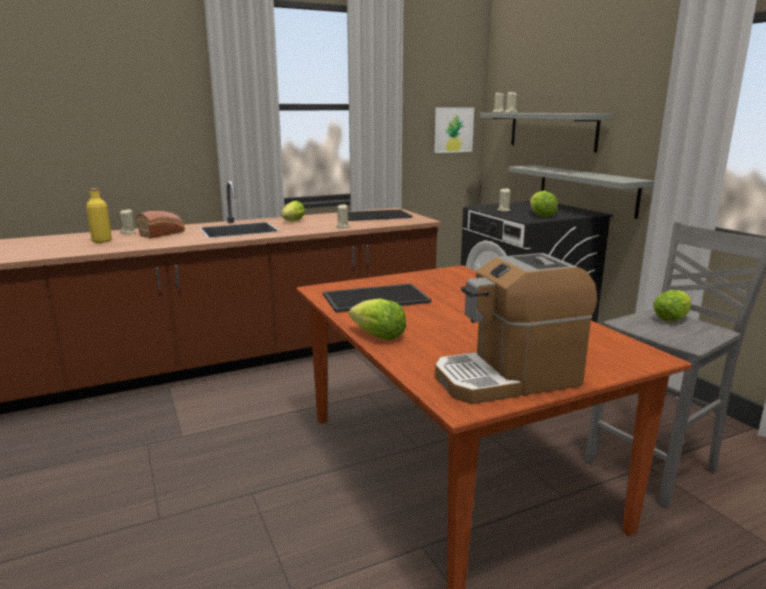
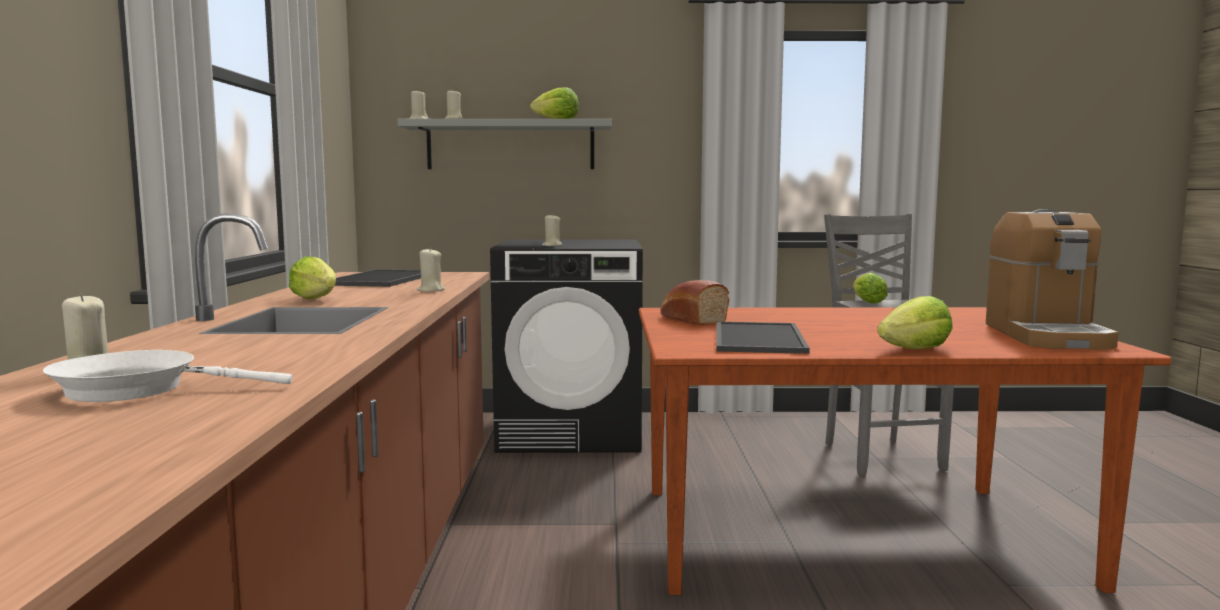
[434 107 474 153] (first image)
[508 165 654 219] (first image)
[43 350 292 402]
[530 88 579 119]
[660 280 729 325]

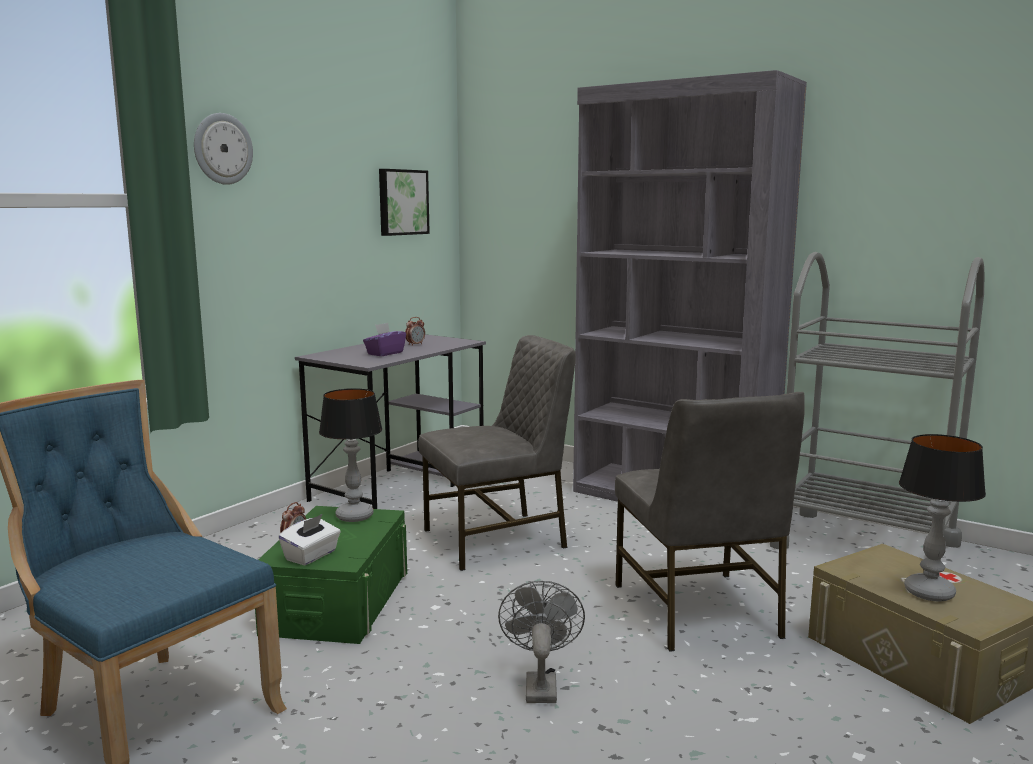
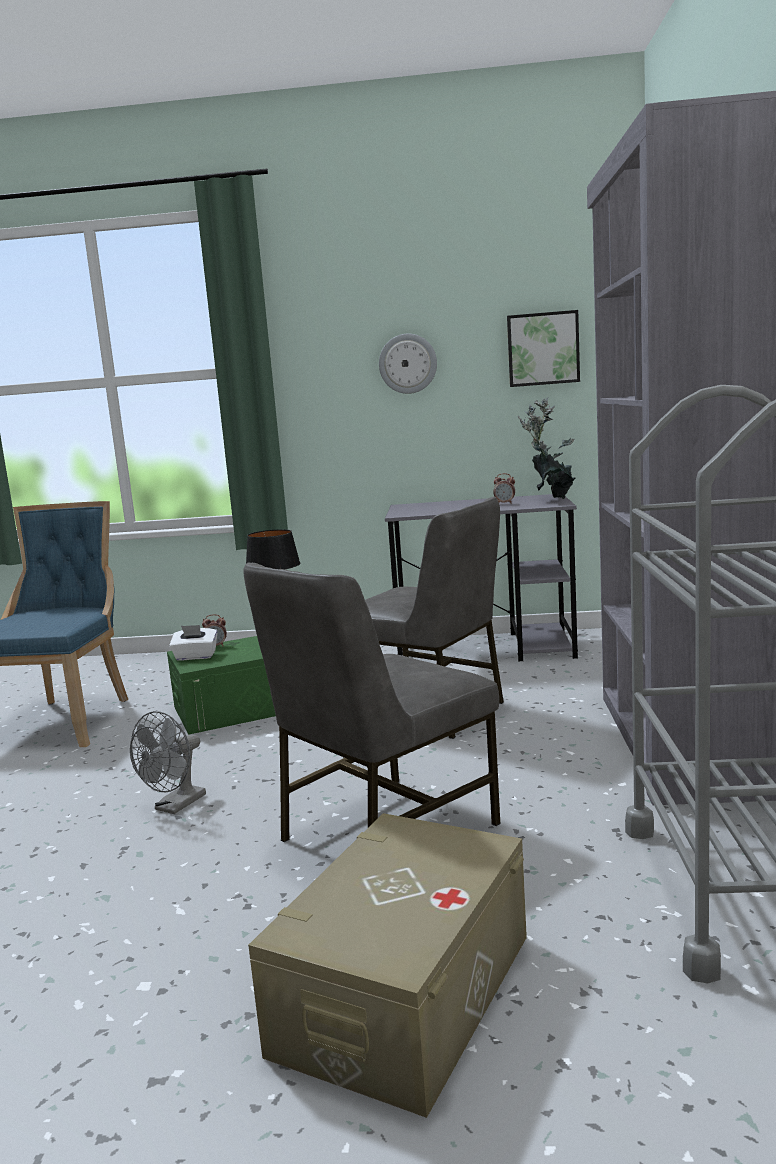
[379 334 437 394]
[363 323 406 356] (first image)
[899 434 986 602] (first image)
[130 711 206 814]
[518 397 575 499]

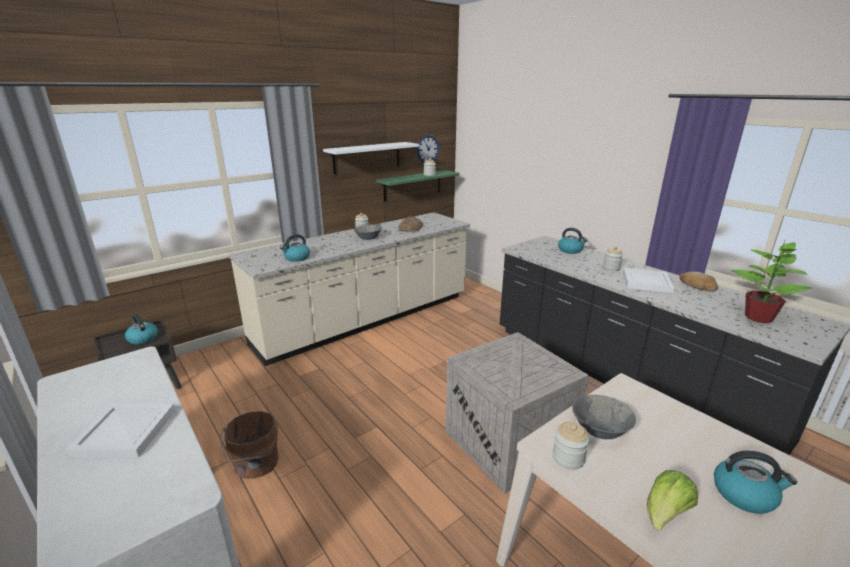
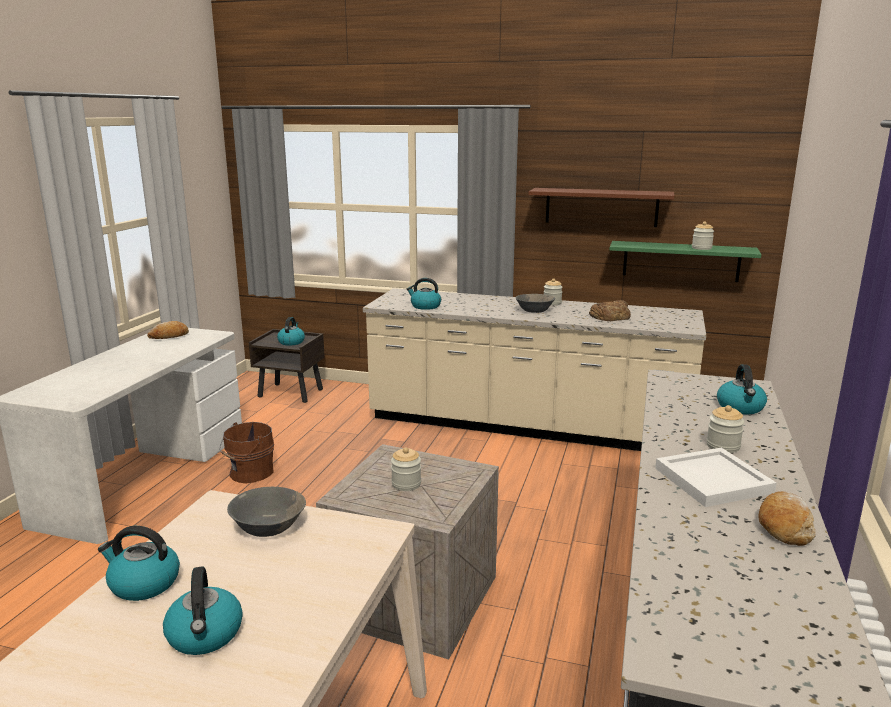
[417 135 439 163] (first image)
[528 188 674 227]
[731 241 812 324] (first image)
[66 404 175 458] (first image)
[391 447 421 491]
[98 526 180 601]
[147 321 189 339]

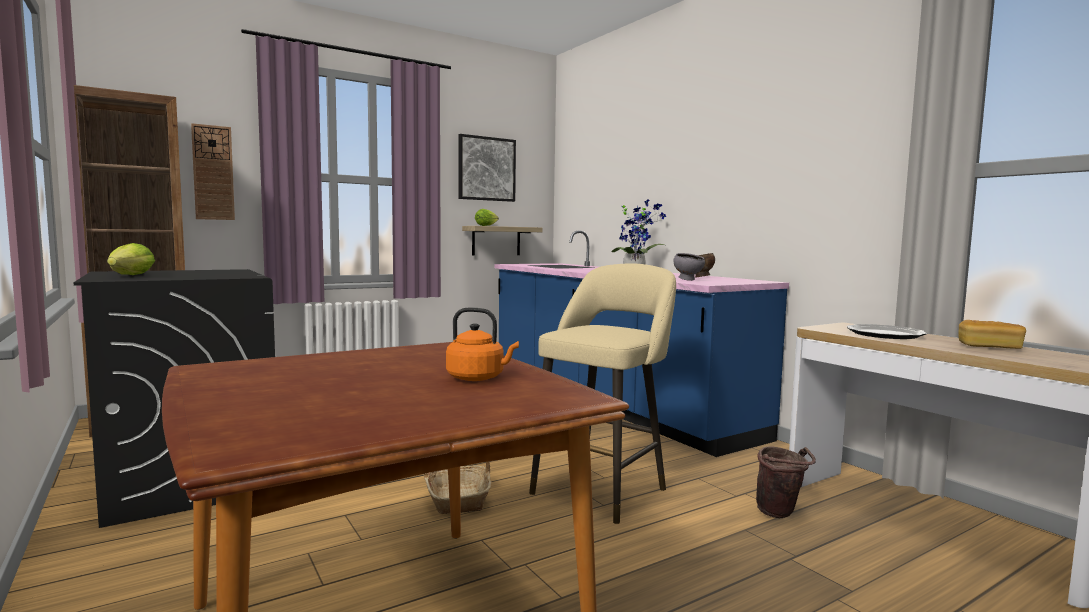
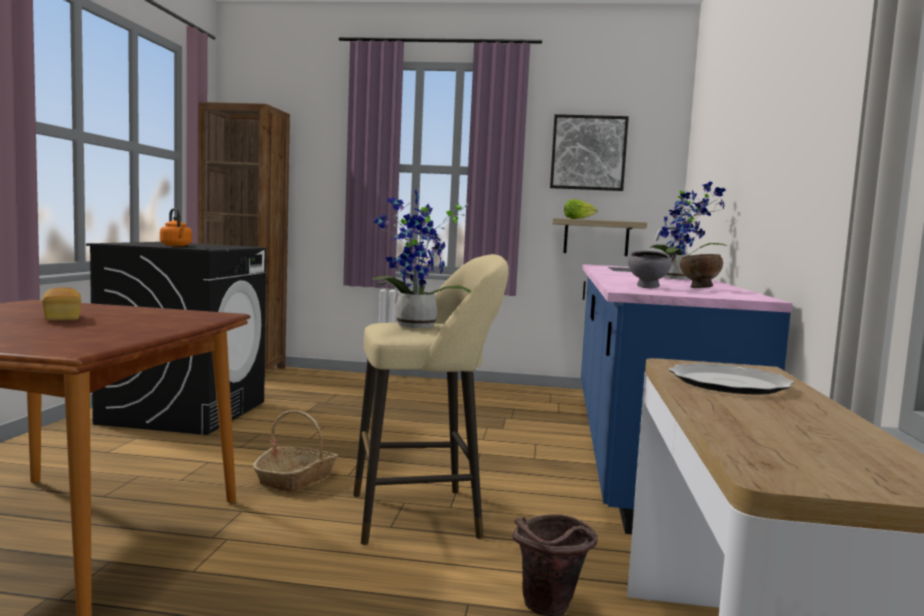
[191 123 235 220] (first image)
[107 243 155 275] (first image)
[160 208 192 246]
[42 287 81 320]
[372 190 471 328]

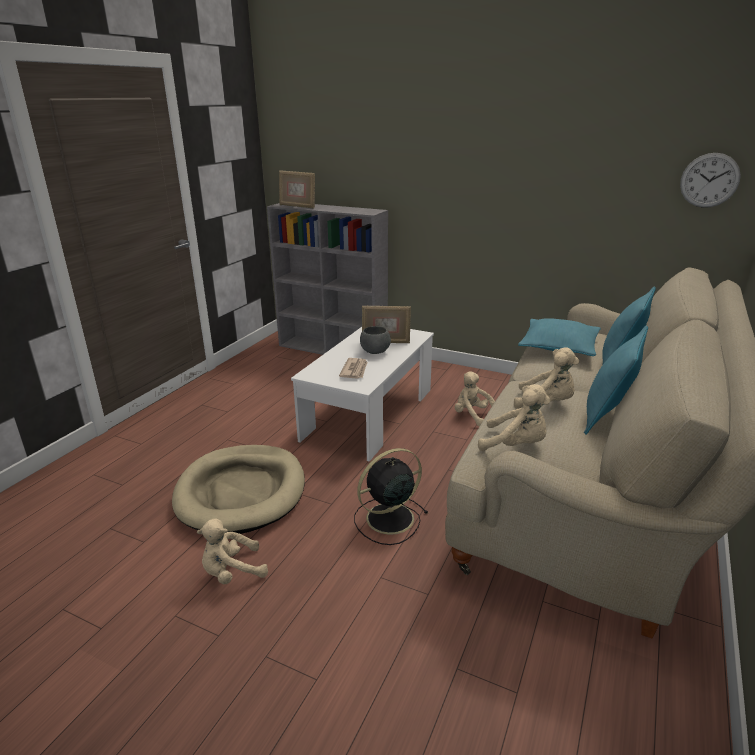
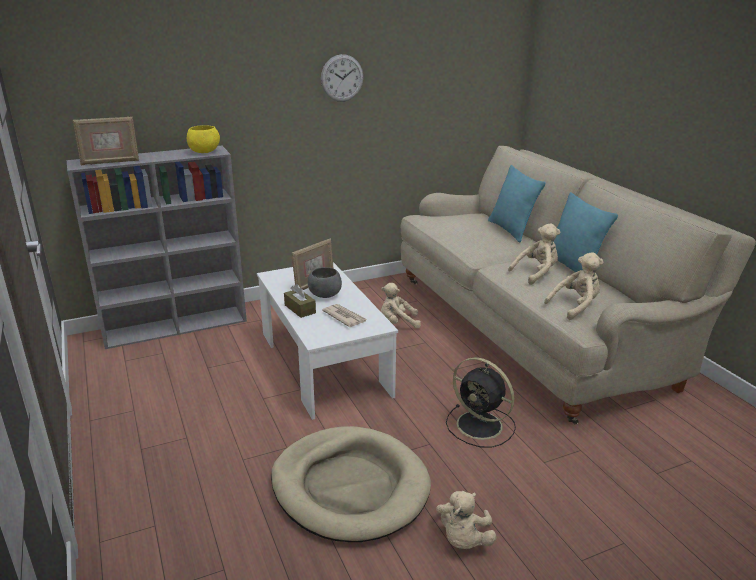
[321 54 363 102]
[518 318 601 356] (first image)
[446 357 516 448]
[187 125 220 153]
[284 284 316 318]

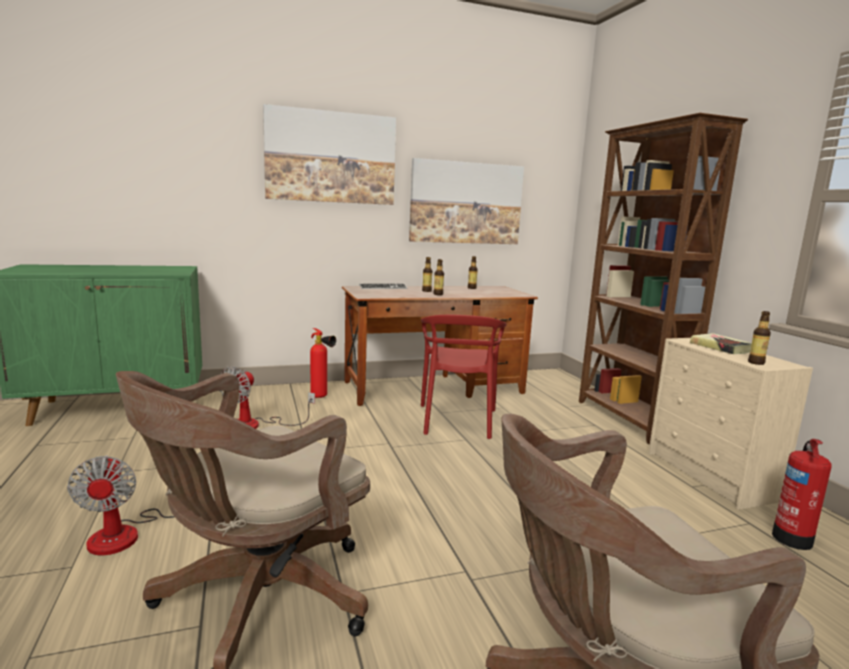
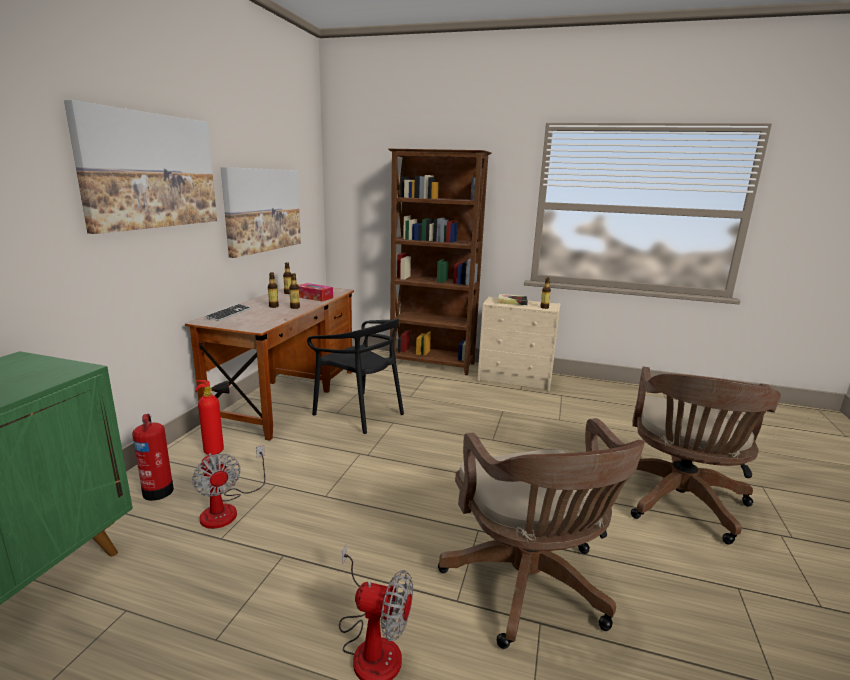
[307 319 404 434]
[132 414 174 501]
[298 283 333 302]

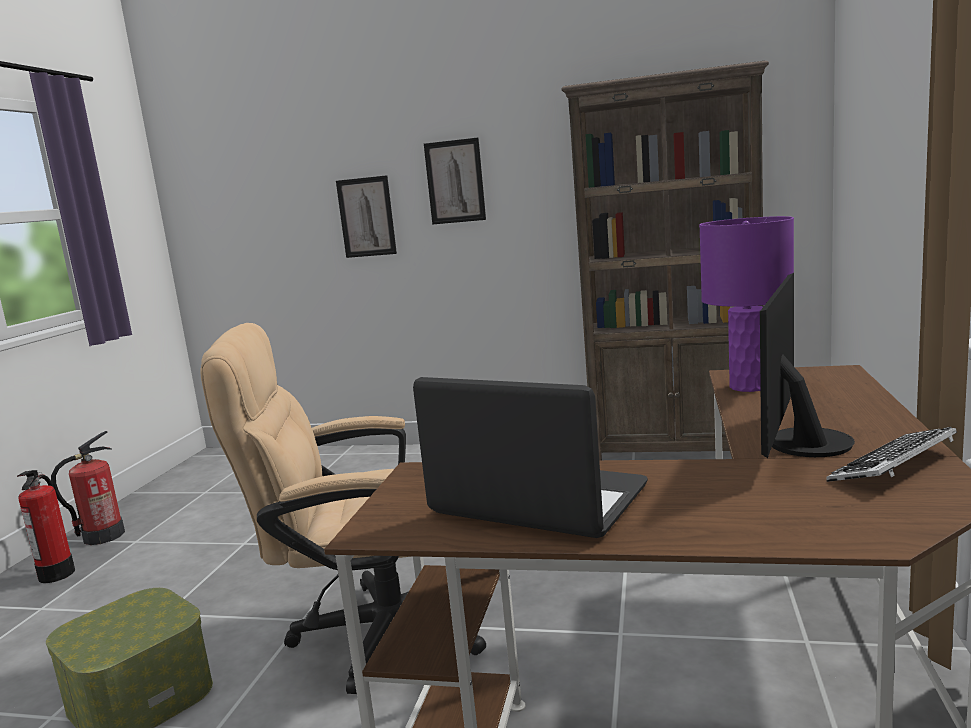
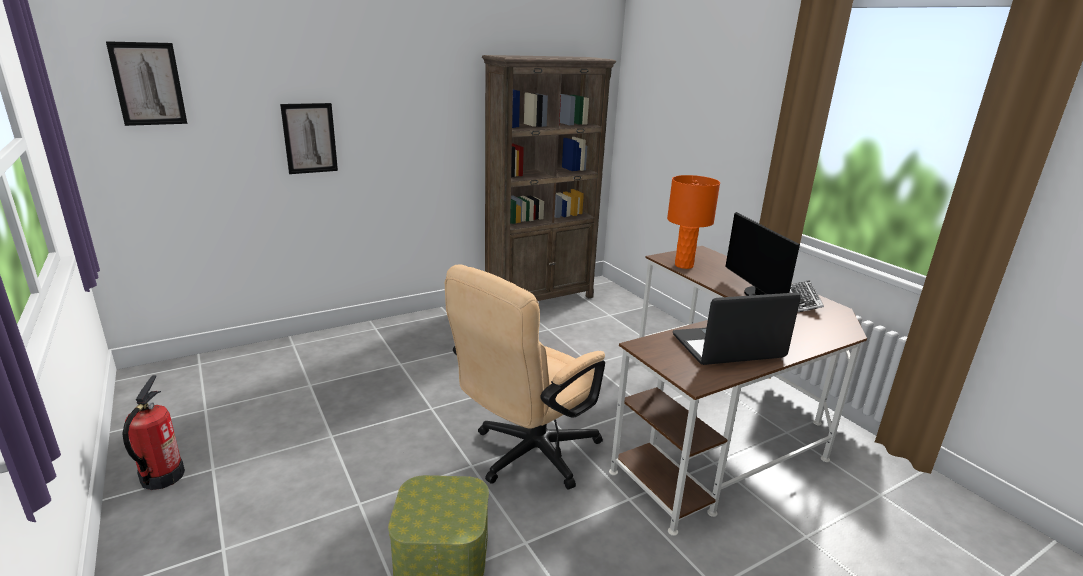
[106 41 187 126]
[667 175 720 269]
[17 470 75 583] (first image)

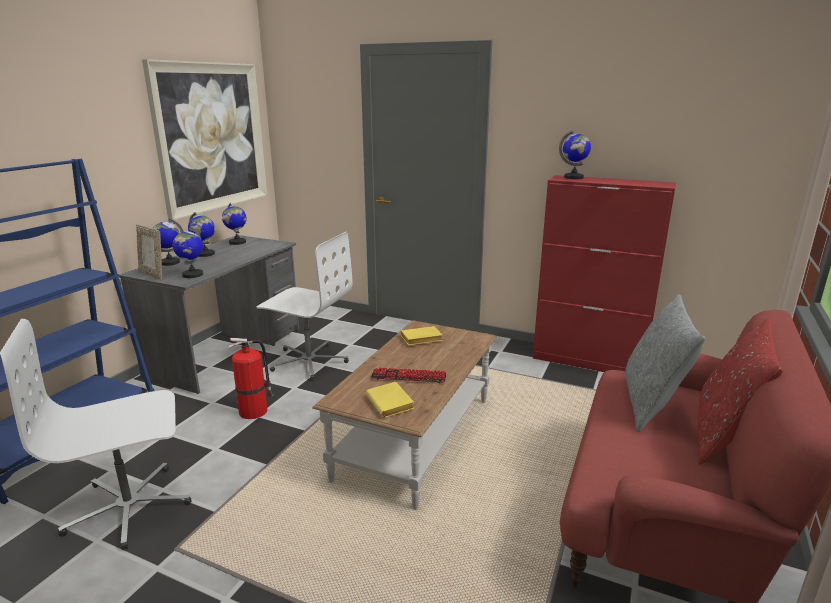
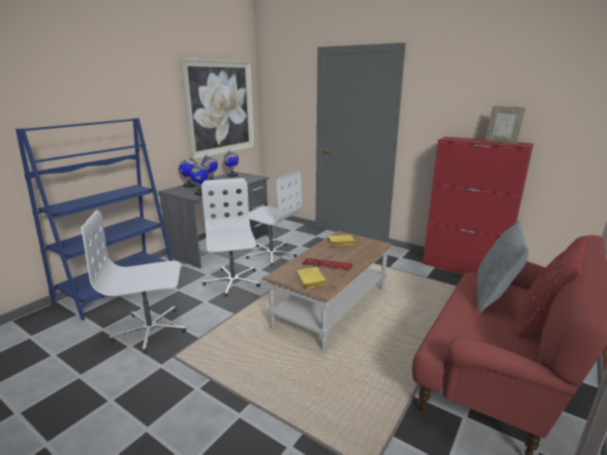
[559 130 591 179] (first image)
[485 106 526 144]
[202 178 260 297]

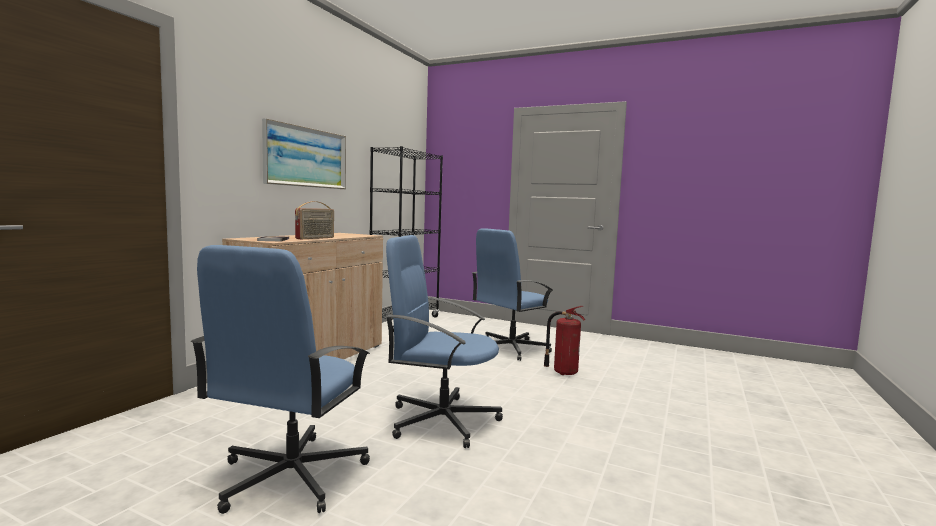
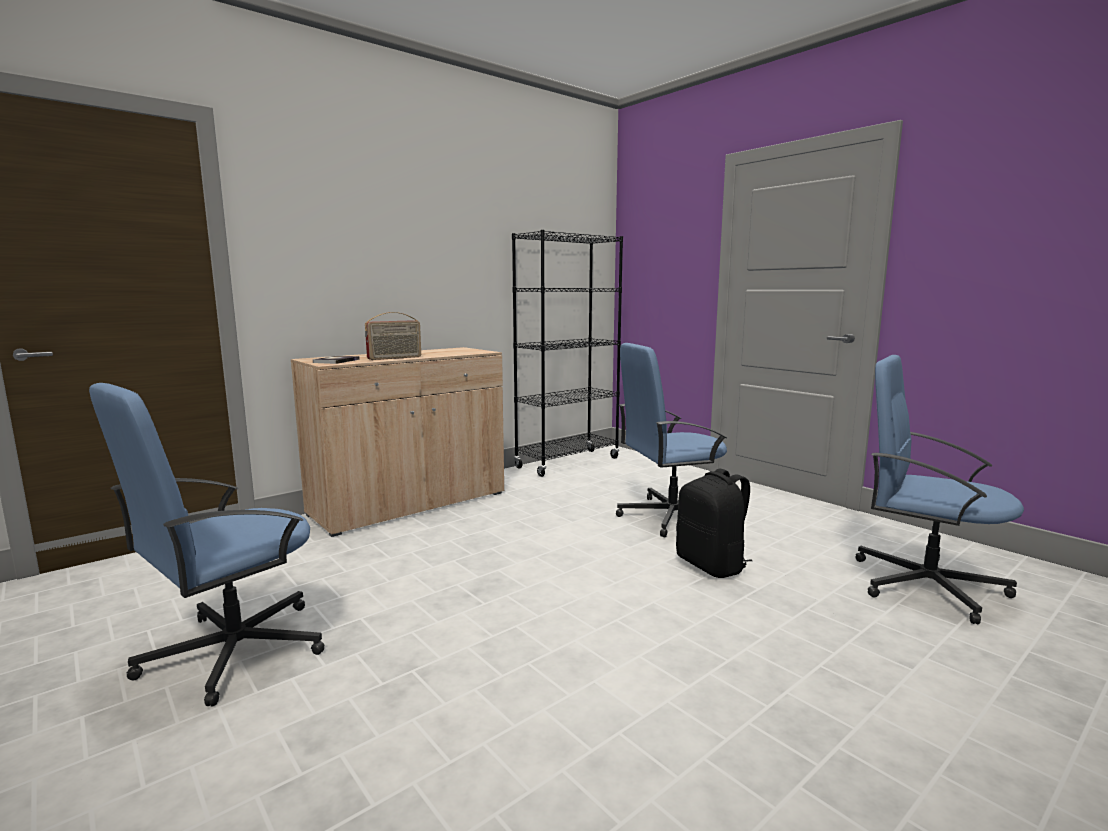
[262 118 346 189] (first image)
[855 355 1024 625]
[676 468 753 578]

